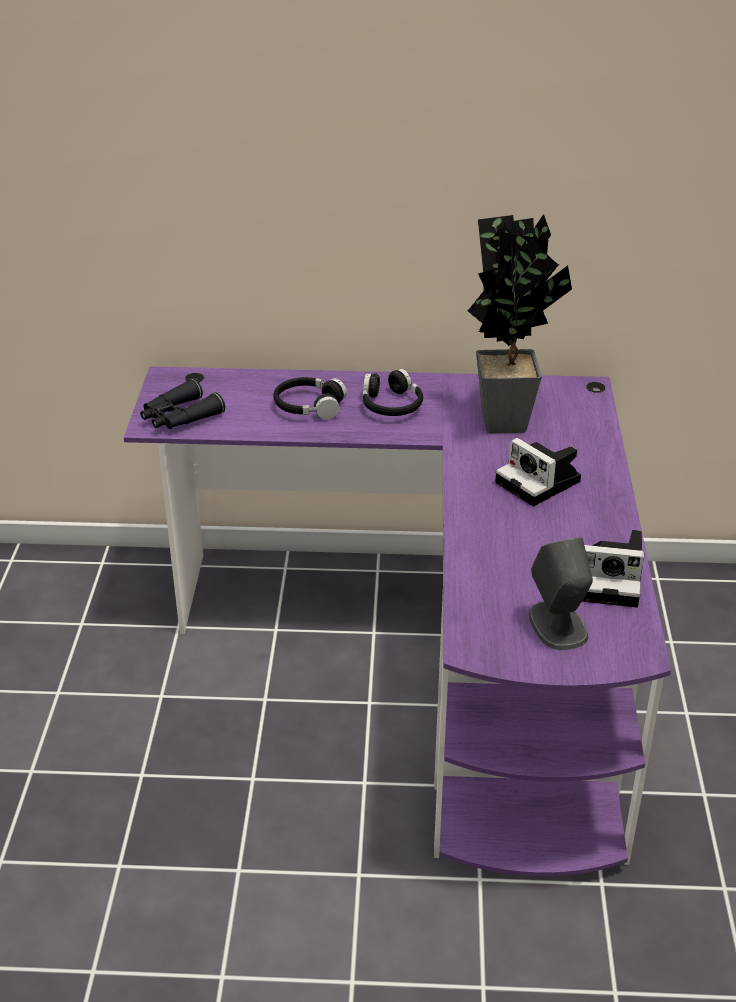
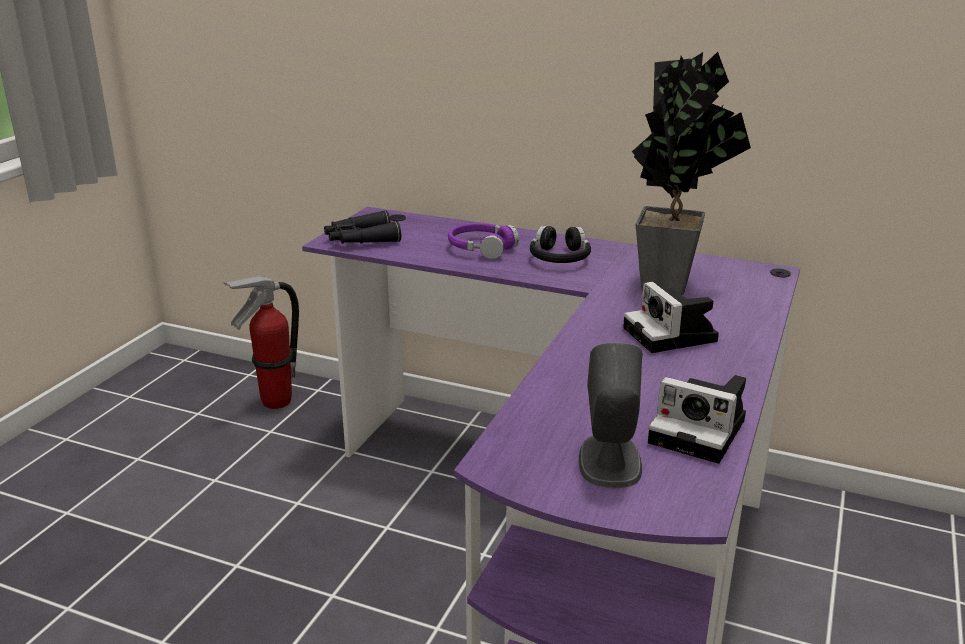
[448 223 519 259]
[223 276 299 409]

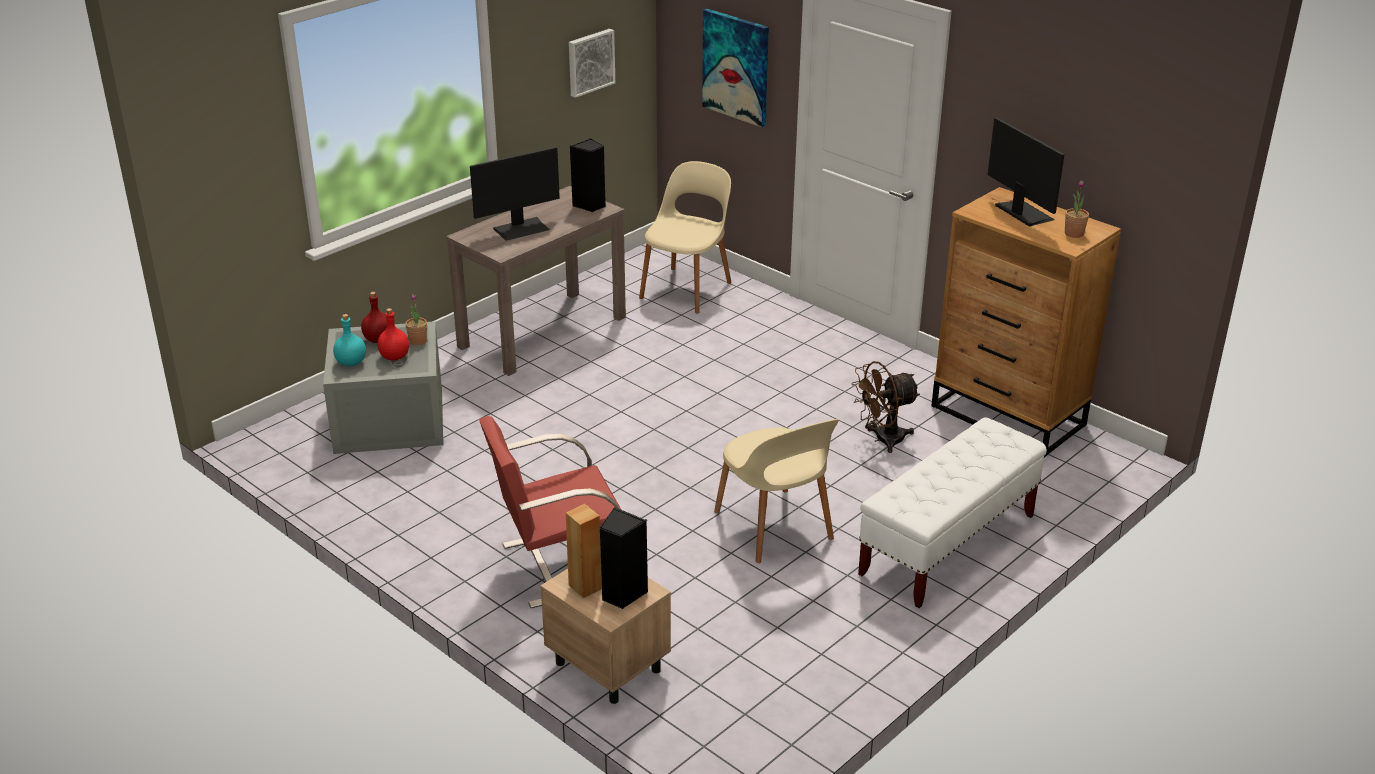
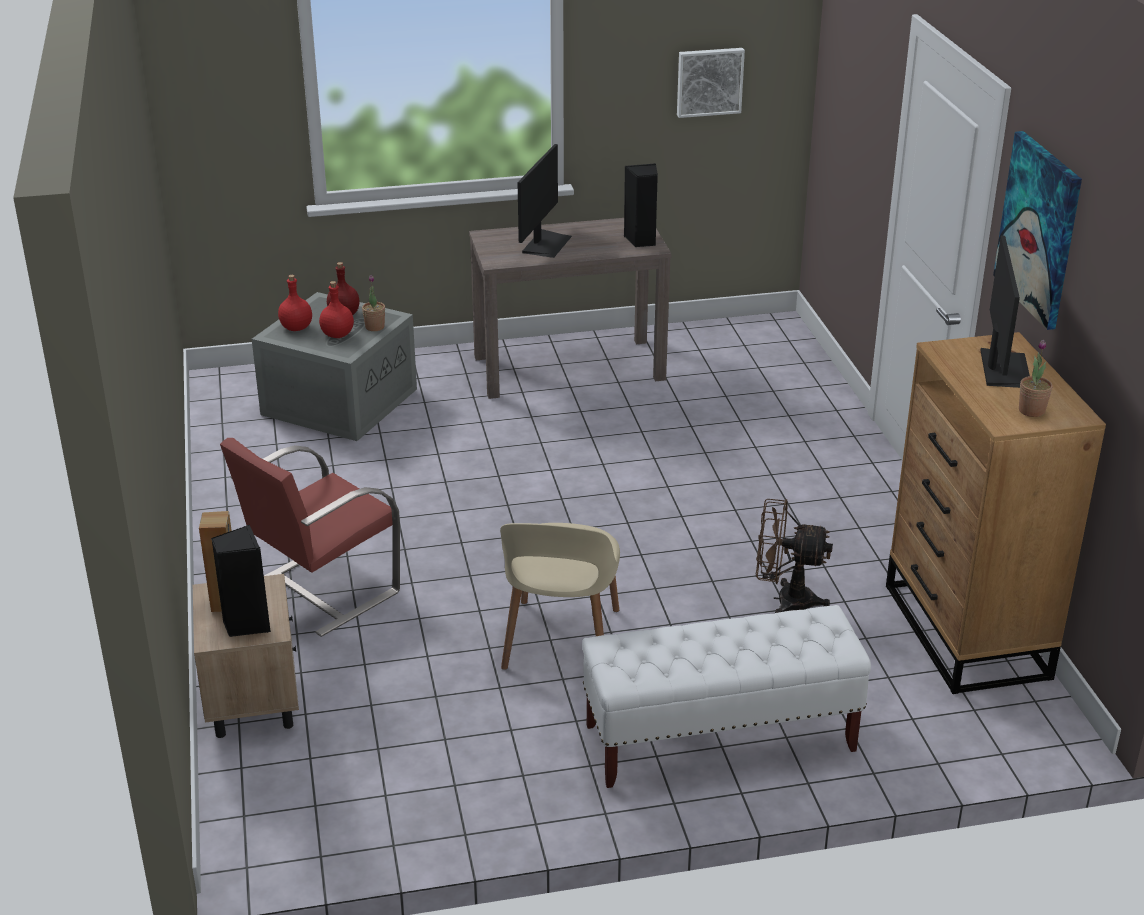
[993 131 1082 330]
[518 144 572 258]
[639 161 732 313] (first image)
[278 275 312 331]
[220 438 400 637]

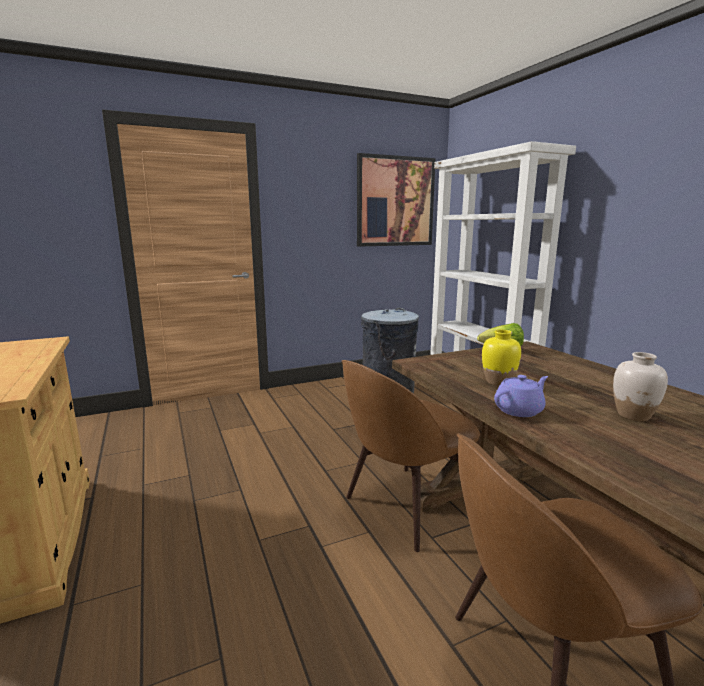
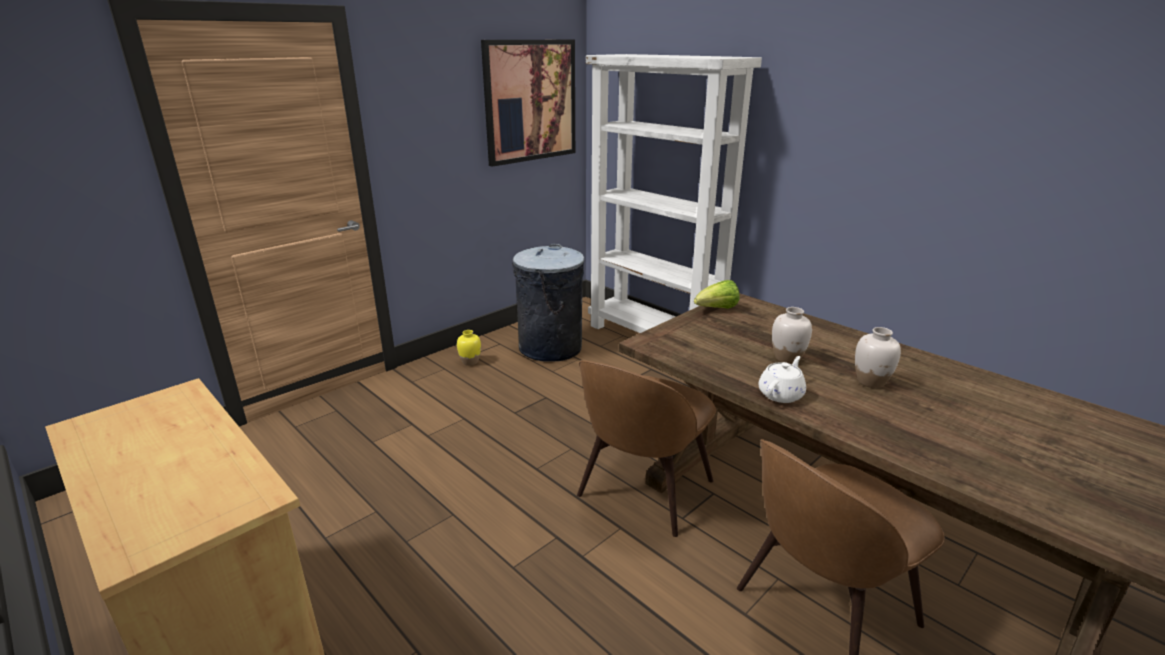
[457 330 481 366]
[759 356 806 403]
[772 307 812 364]

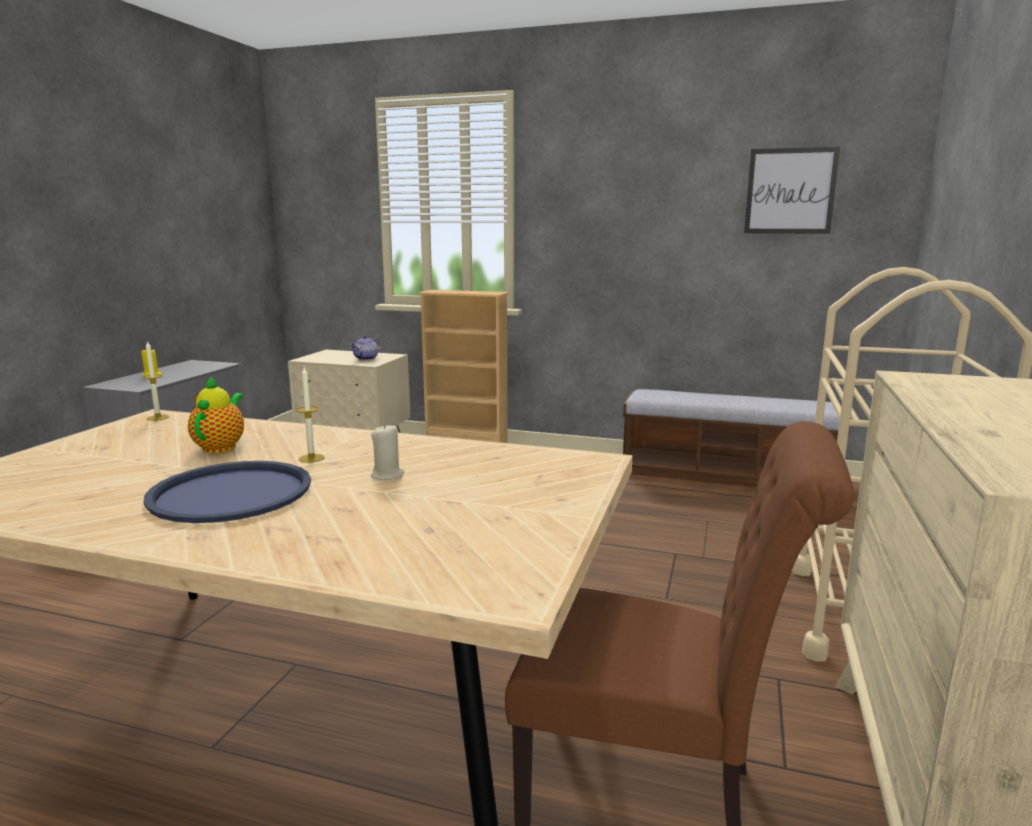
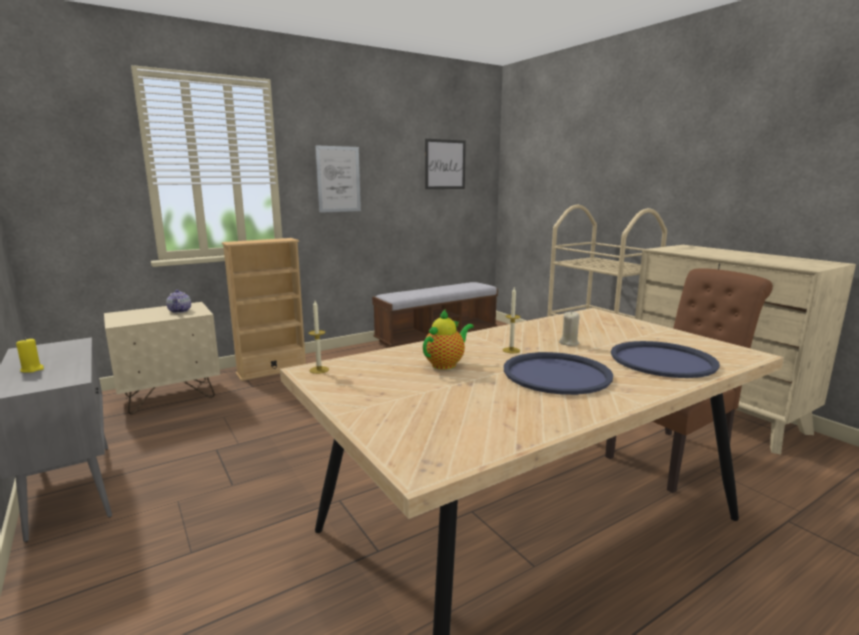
[423 309 474 370]
[315 145 361 213]
[611 341 720 378]

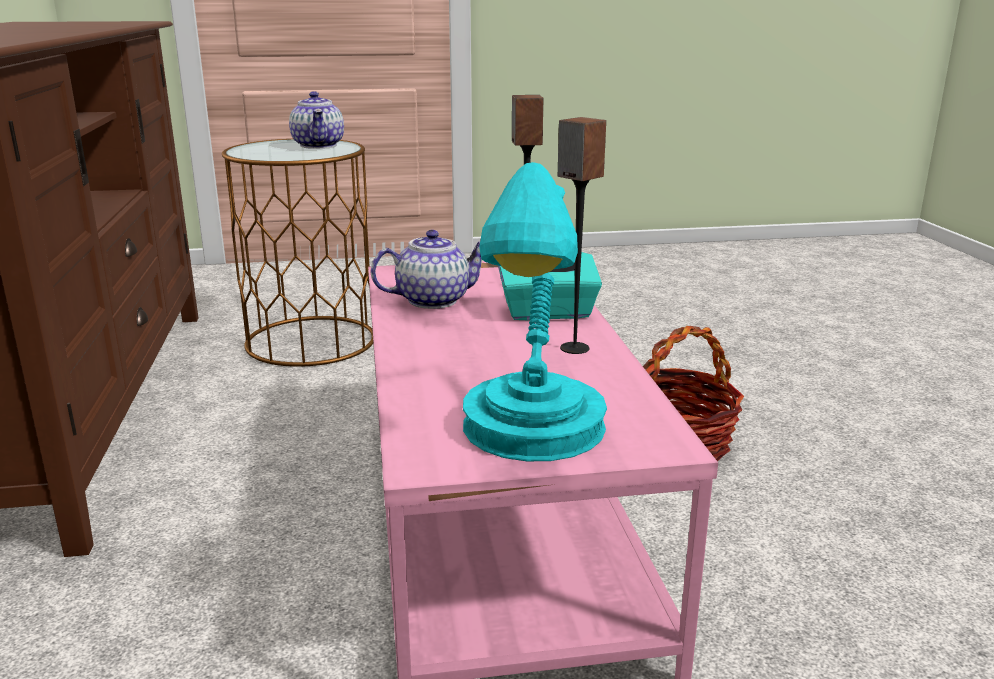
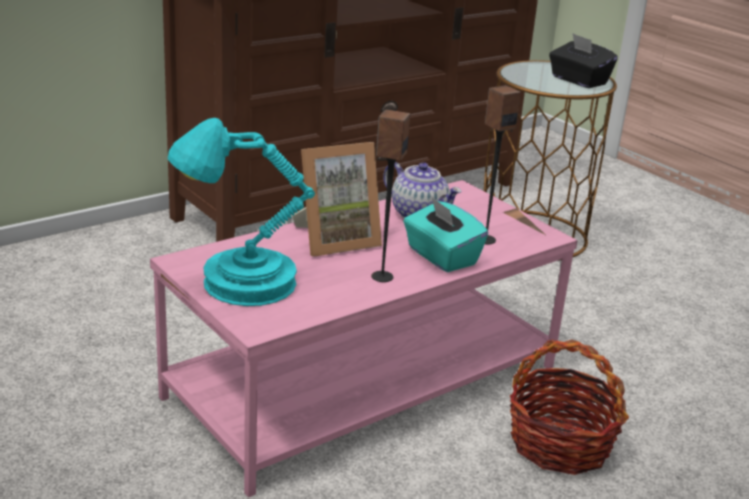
[549 34 618 88]
[292 142 382 257]

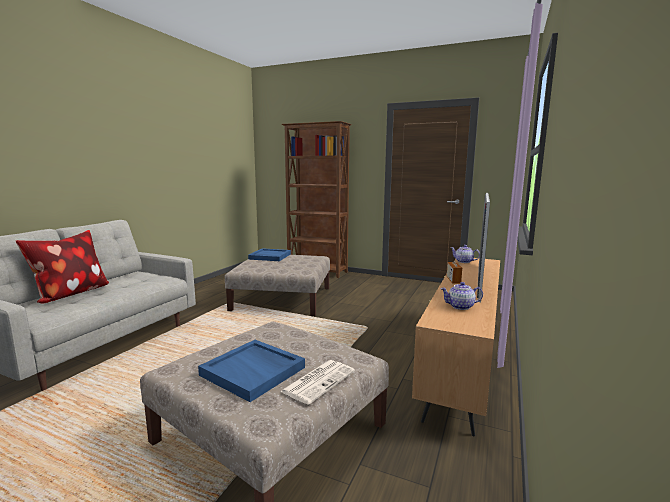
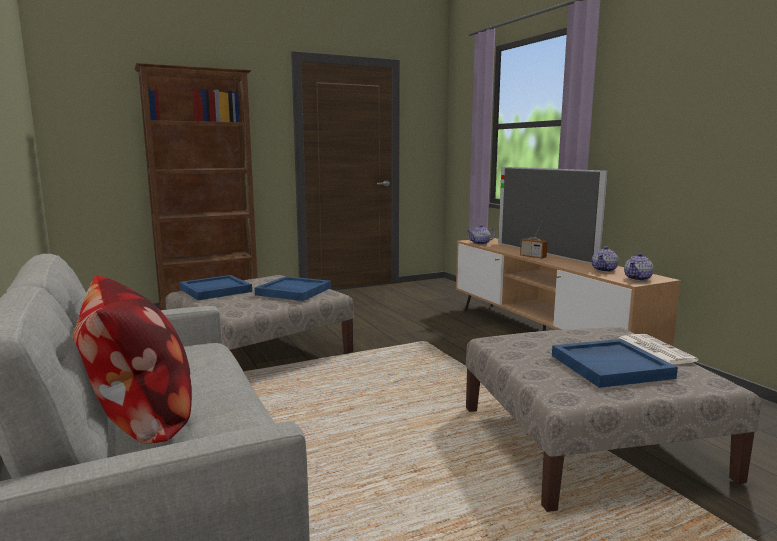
[624 253 654 281]
[255 276 331 301]

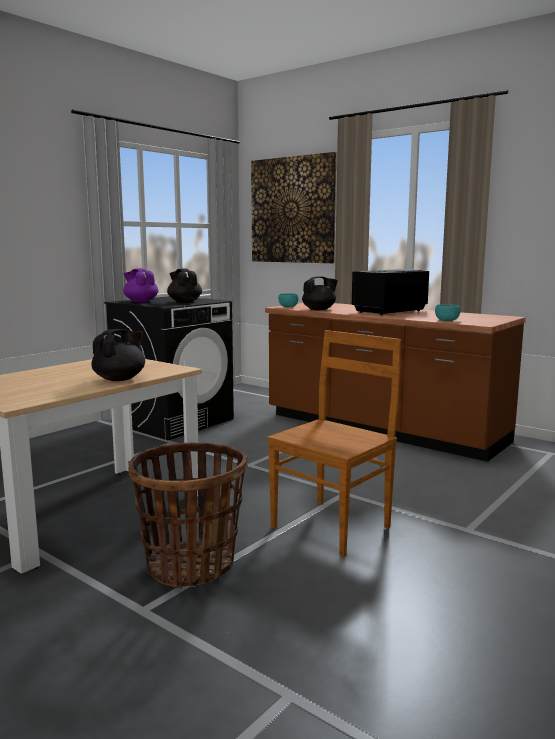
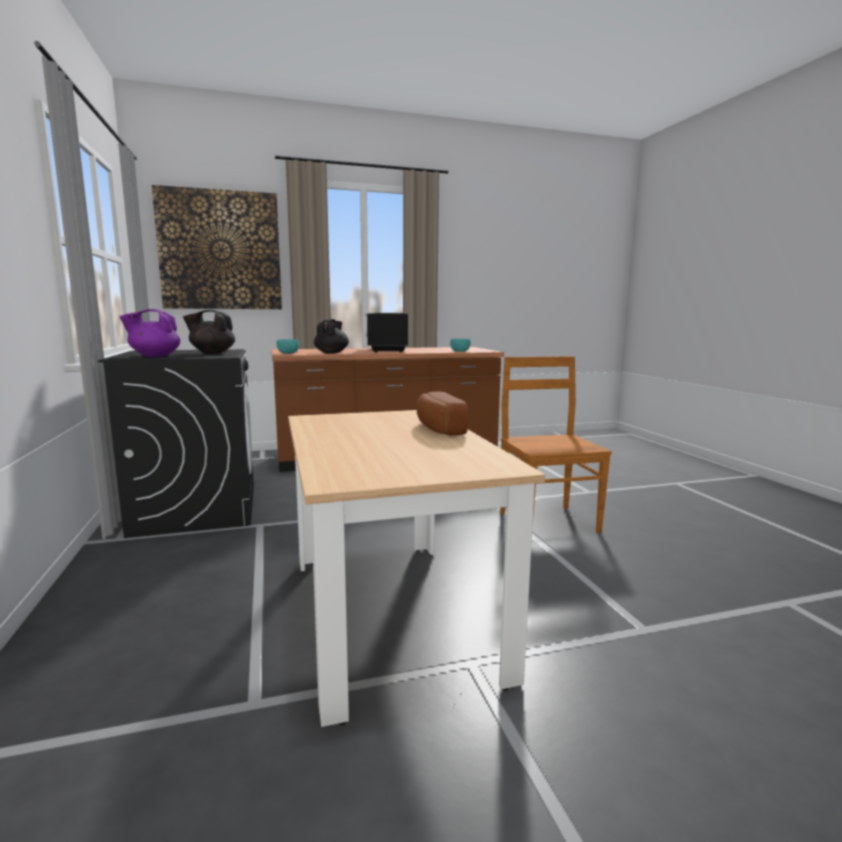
[417 392 468 435]
[128 442 248 588] (first image)

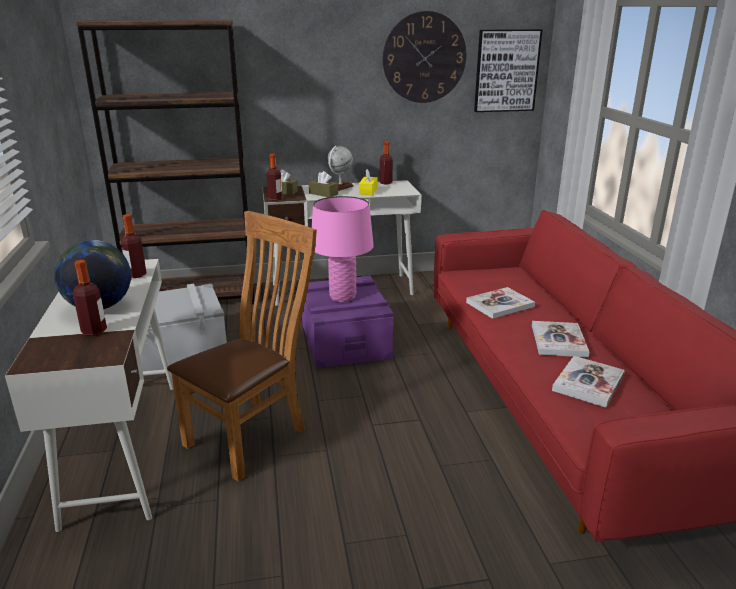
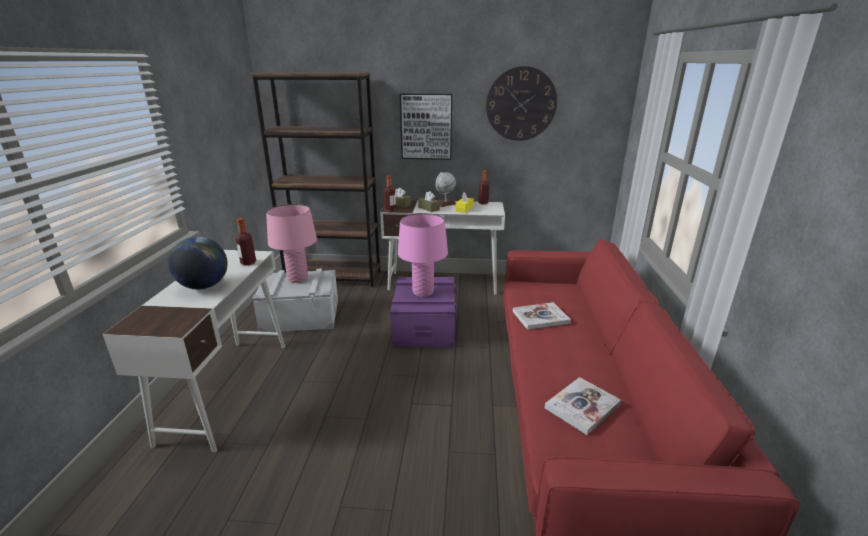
[400 93 452 160]
[167 211 317 482] (first image)
[73 260 107 336] (first image)
[532 321 589 357] (first image)
[266 204 317 283]

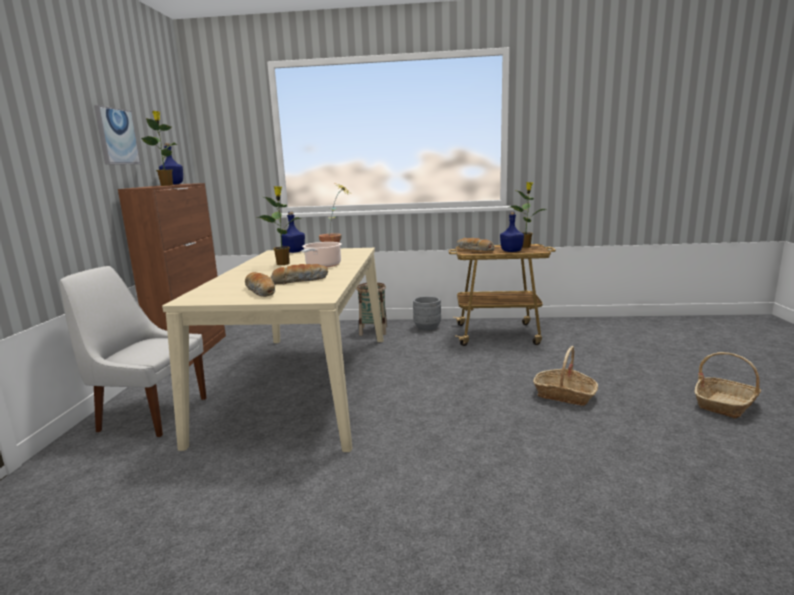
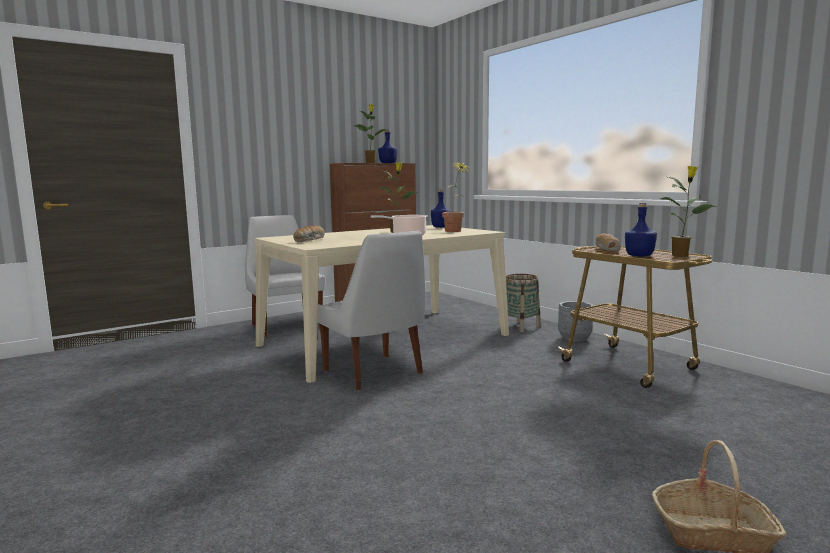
[94 105 141 165] (first image)
[271 264 328 285] (first image)
[533 346 598 406] (first image)
[318 231 425 391]

